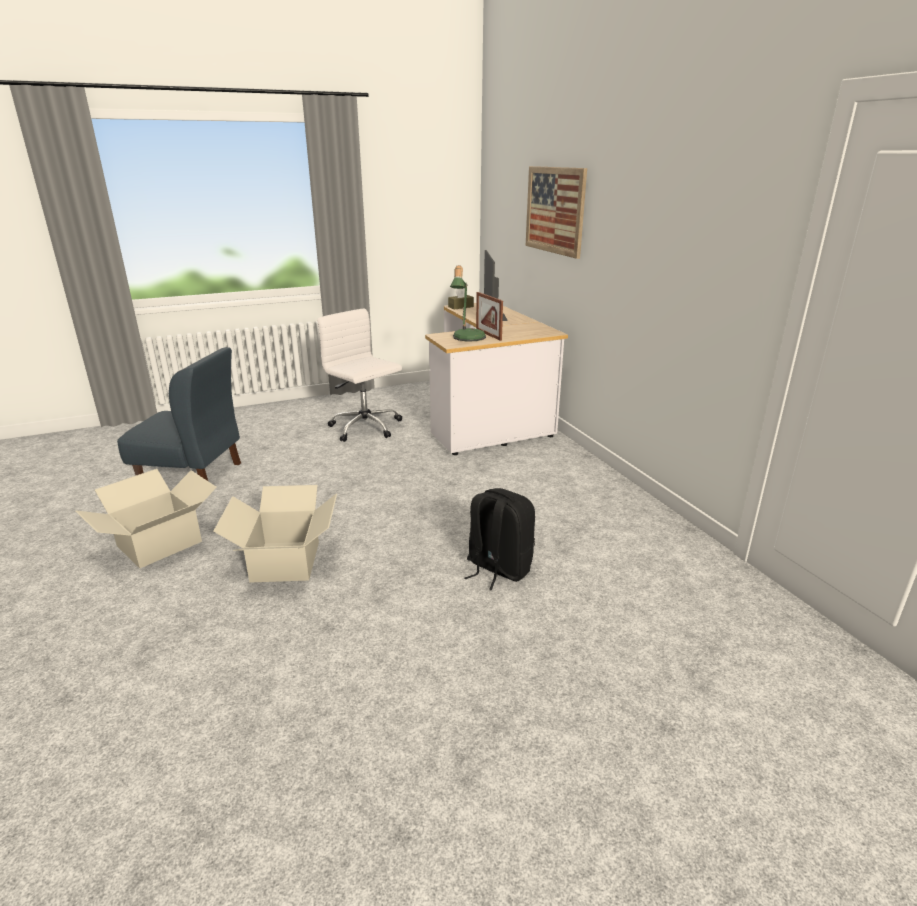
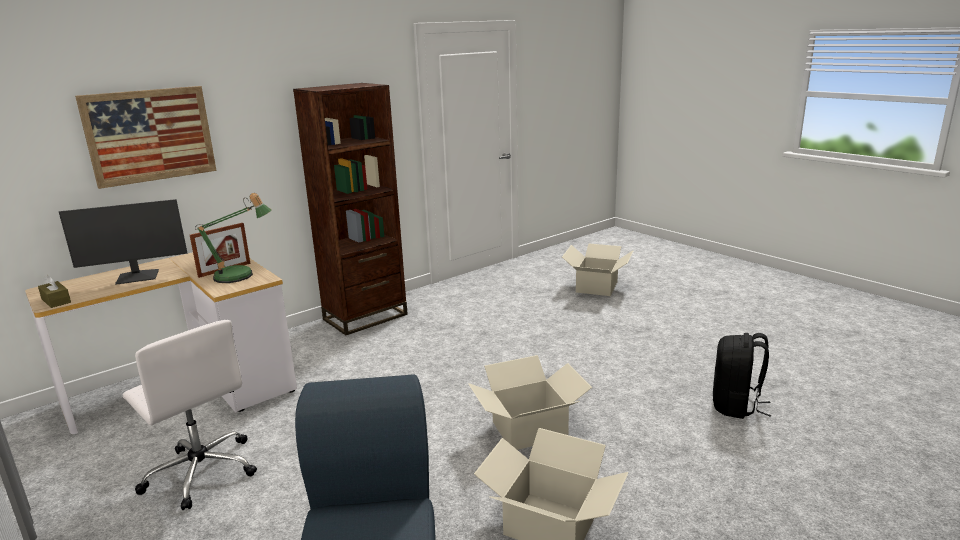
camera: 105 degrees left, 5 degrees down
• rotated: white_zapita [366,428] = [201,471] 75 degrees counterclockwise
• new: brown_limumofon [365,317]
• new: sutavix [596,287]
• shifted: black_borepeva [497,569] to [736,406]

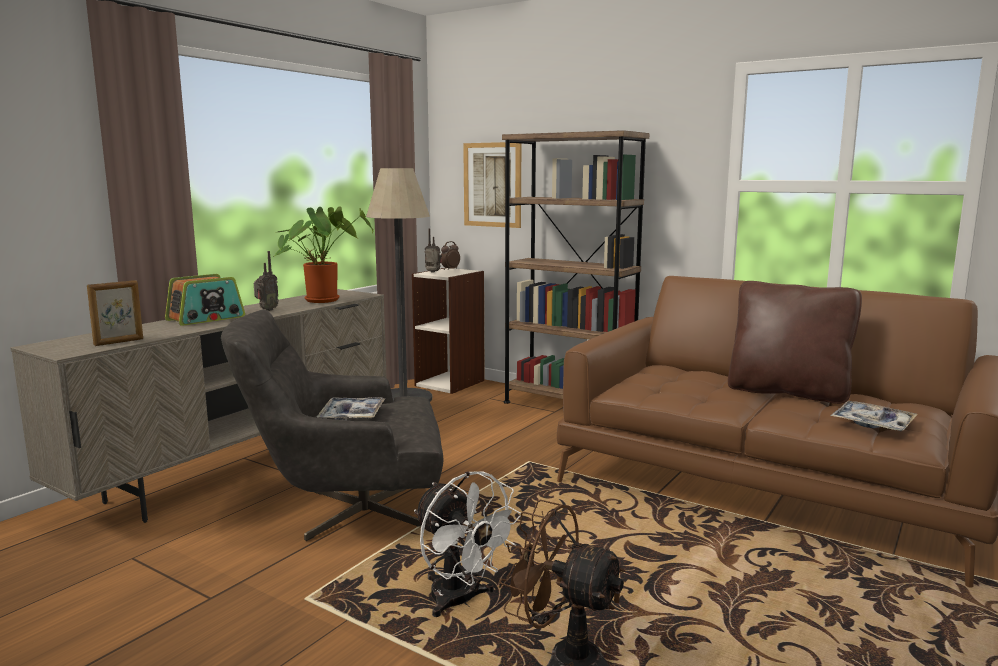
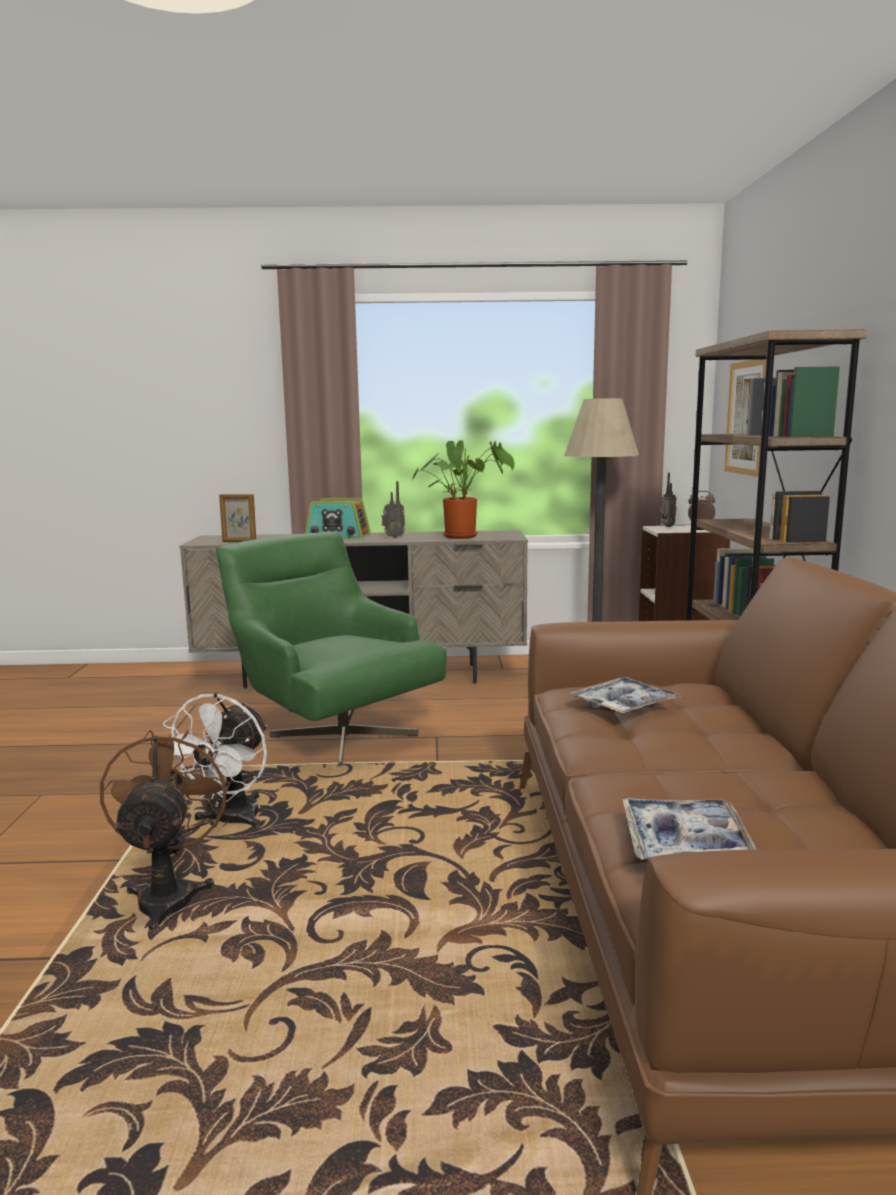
camera: 55 degrees right, 0 degrees up
• repainted: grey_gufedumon [345,512] to green_gufedumon [333,731]
• shifted: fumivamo [352,415] to [623,705]
• gone: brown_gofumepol [787,392]

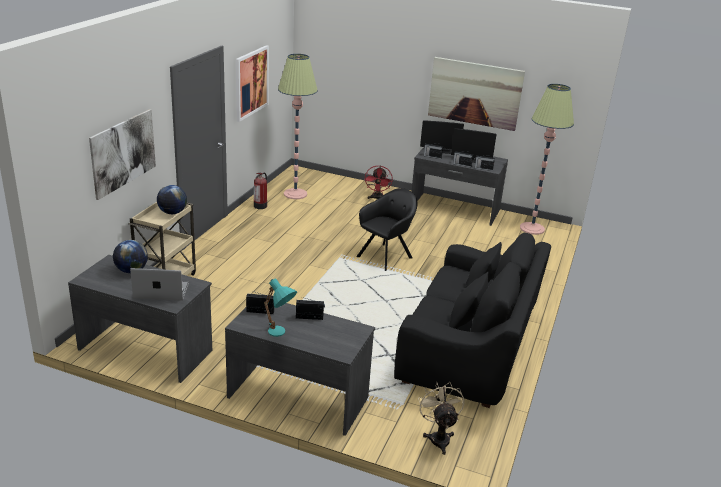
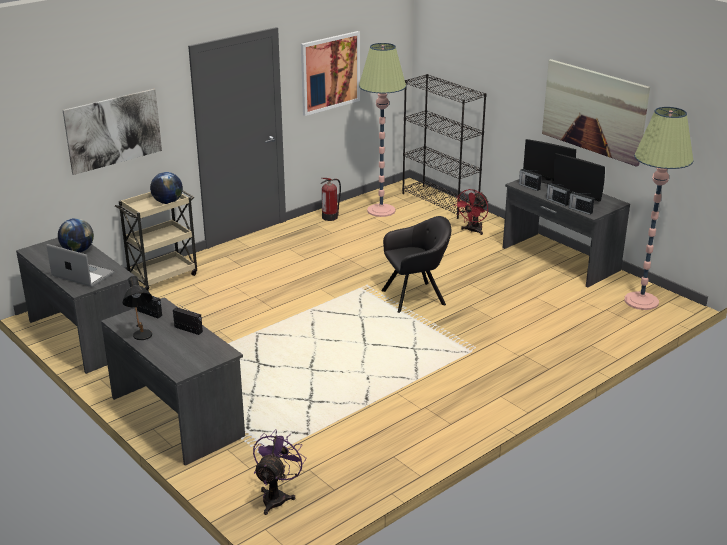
camera: 30 degrees right, 0 degrees up
• repainted: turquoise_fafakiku [280,334] to black_fafakiku [142,339]
• repainted: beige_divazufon [438,437] to purple_divazufon [277,496]
• new: black_limumofon [440,202]
• gone: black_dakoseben [469,348]

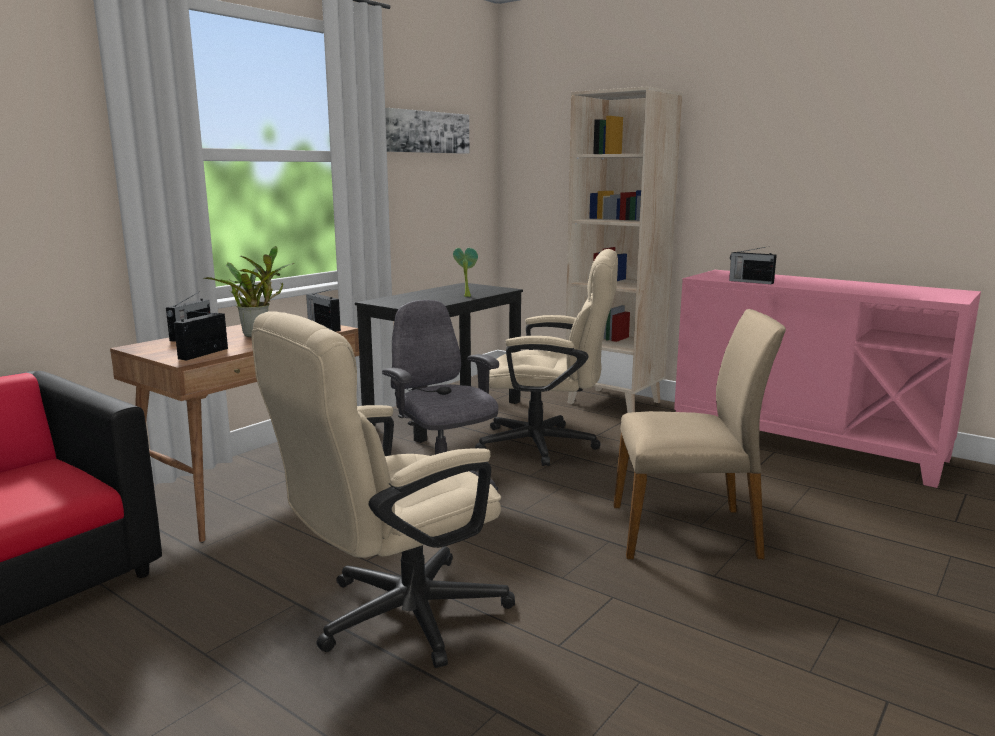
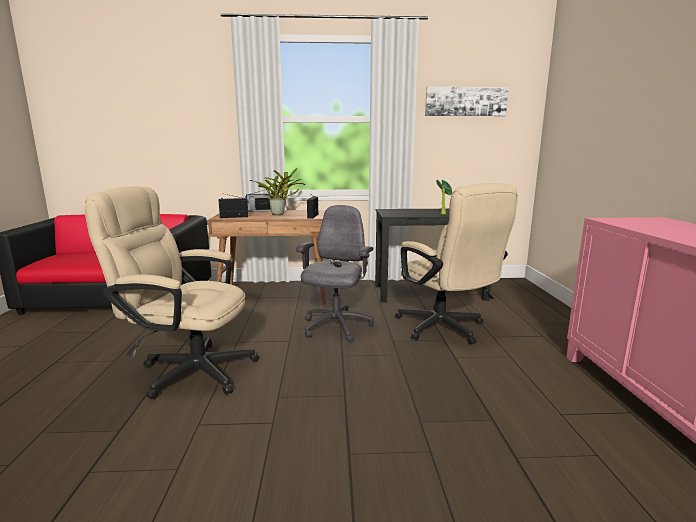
camera: 50 degrees right, 0 degrees up
• gone: beige_limumofon [615,402]
• gone: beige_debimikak [686,531]
• gone: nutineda [750,282]

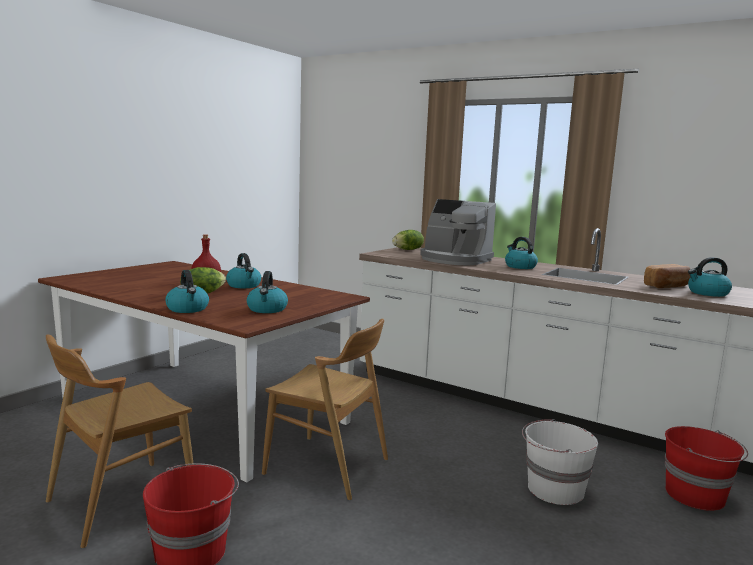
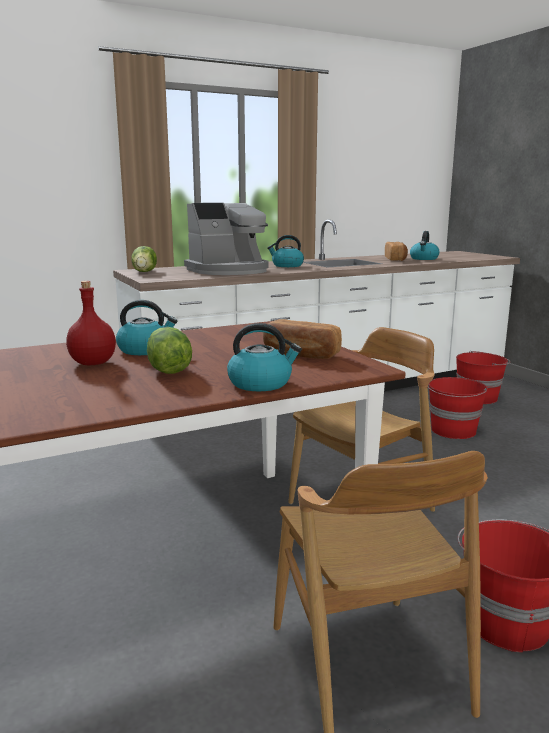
camera: 60 degrees left, 5 degrees up
• swapped: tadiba [267,309] to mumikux [300,354]
• repainted: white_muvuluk [553,490] to red_muvuluk [453,431]

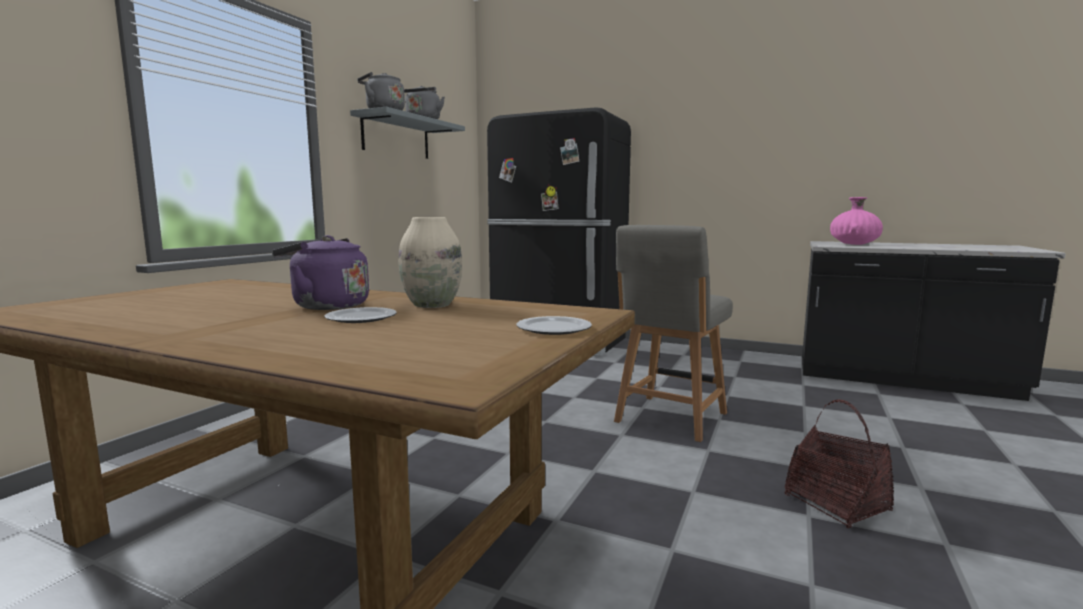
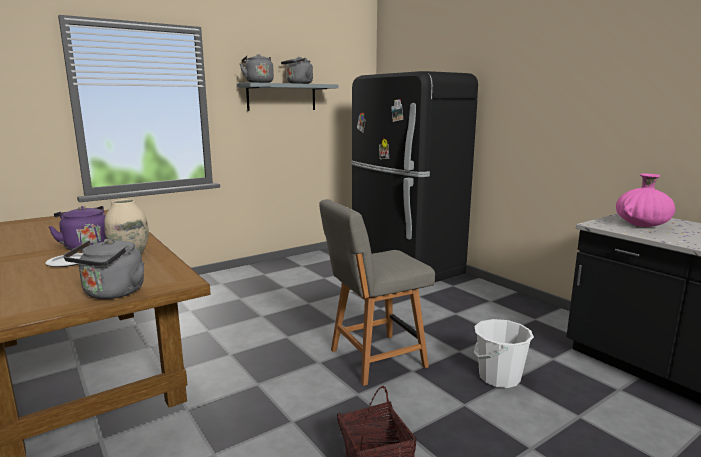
camera: 30 degrees right, 5 degrees up
• swapped: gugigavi [553,329] to grey_tadiba [112,293]
• new: white_muvuluk [499,377]

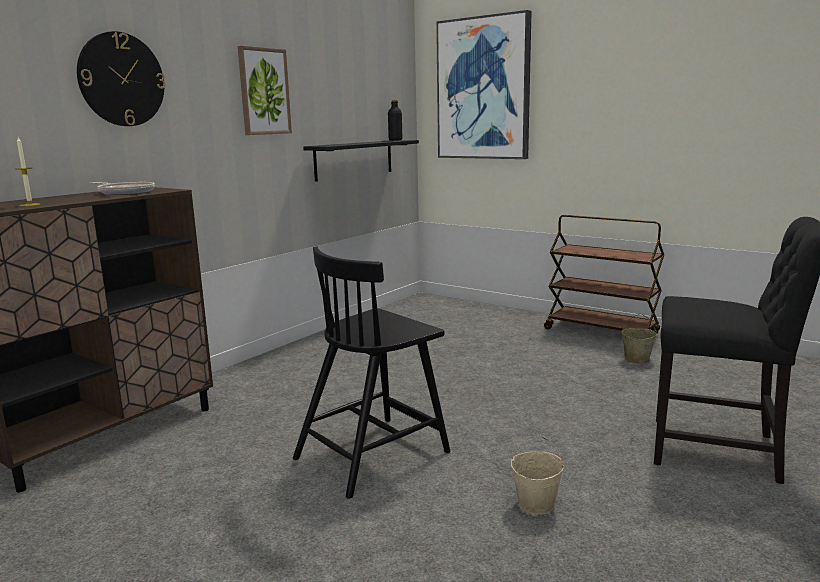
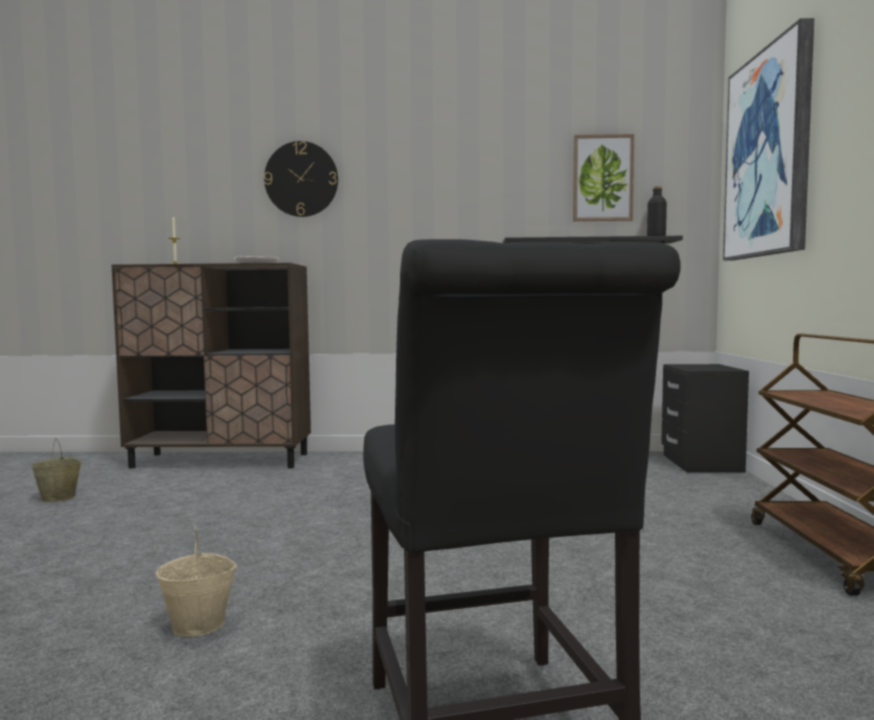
camera: 55 degrees right, 10 degrees down
• shifted: beige_muvuluk [637,359] to [59,498]
• shifted: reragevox [264,91] to [602,178]
• new: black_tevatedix [701,463]
• gone: black_debimikak [374,454]

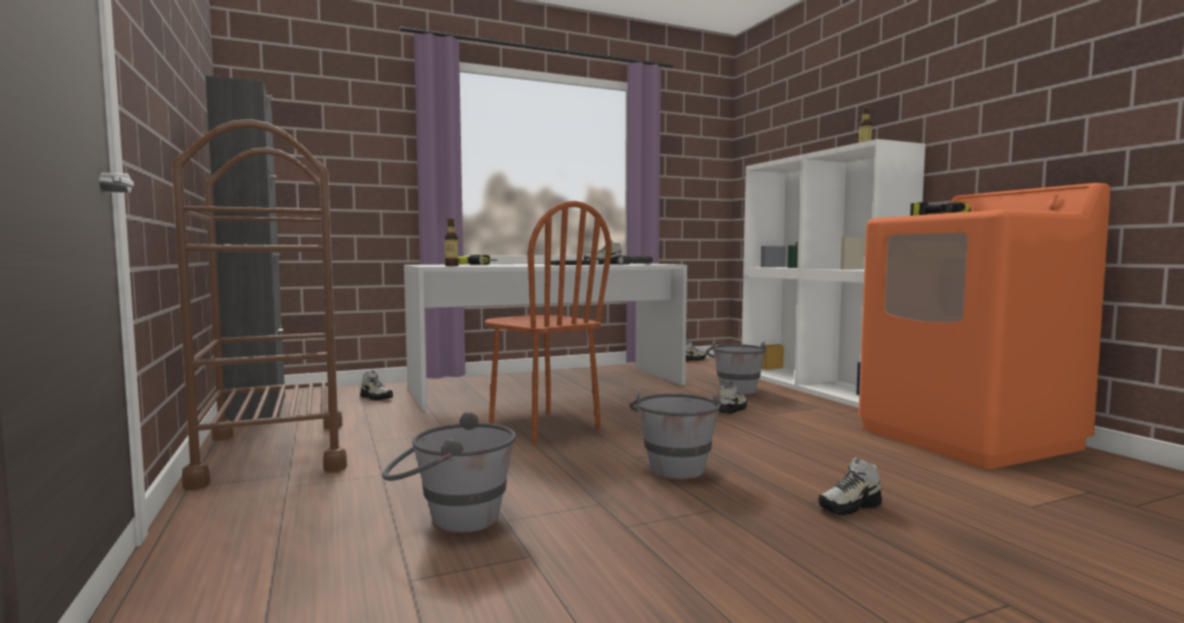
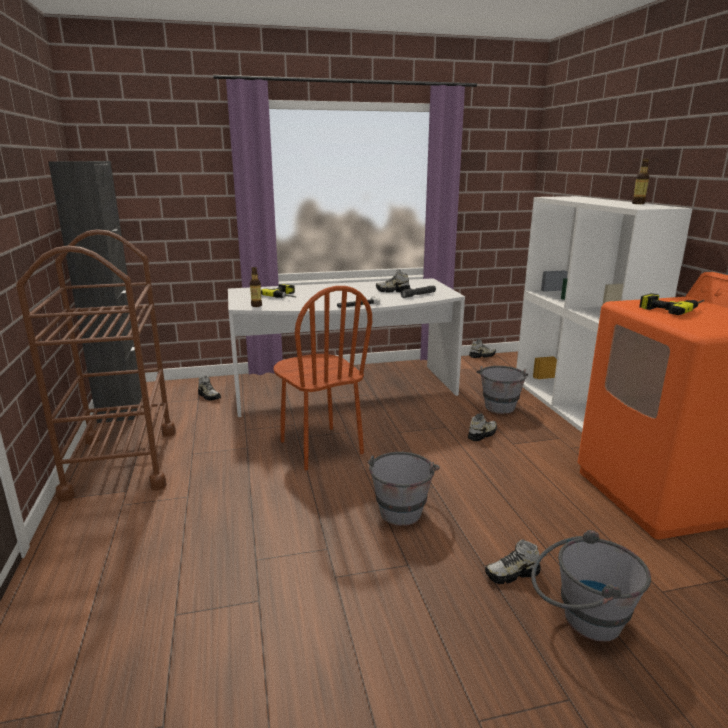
camera: 10 degrees right, 15 degrees up
• shifted: grey_muvuluk [450,519] to [580,619]

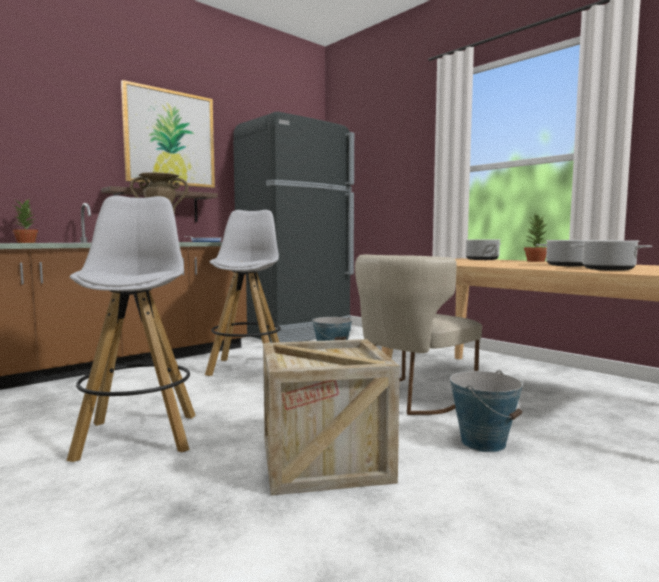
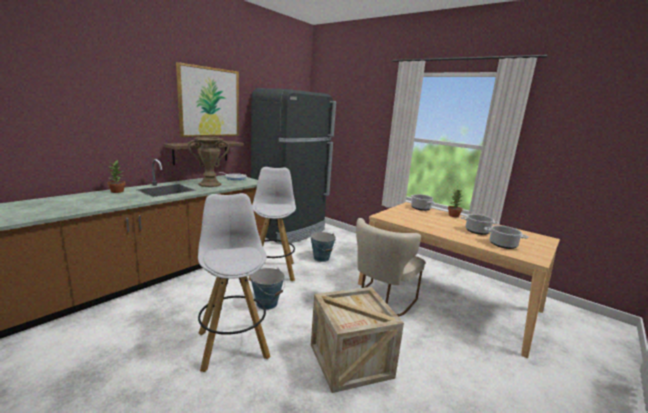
camera: 10 degrees left, 10 degrees up
• shifted: muvuluk [483,442] to [267,303]

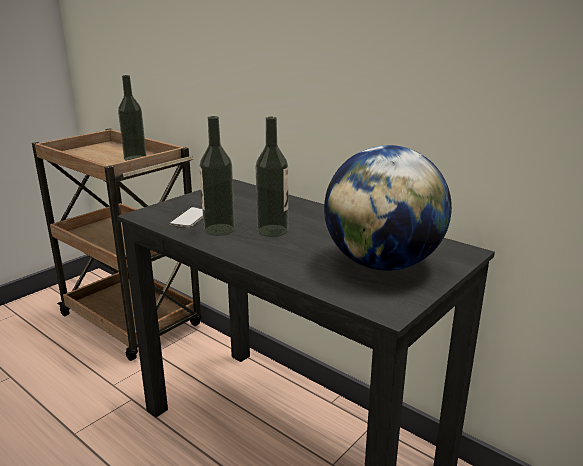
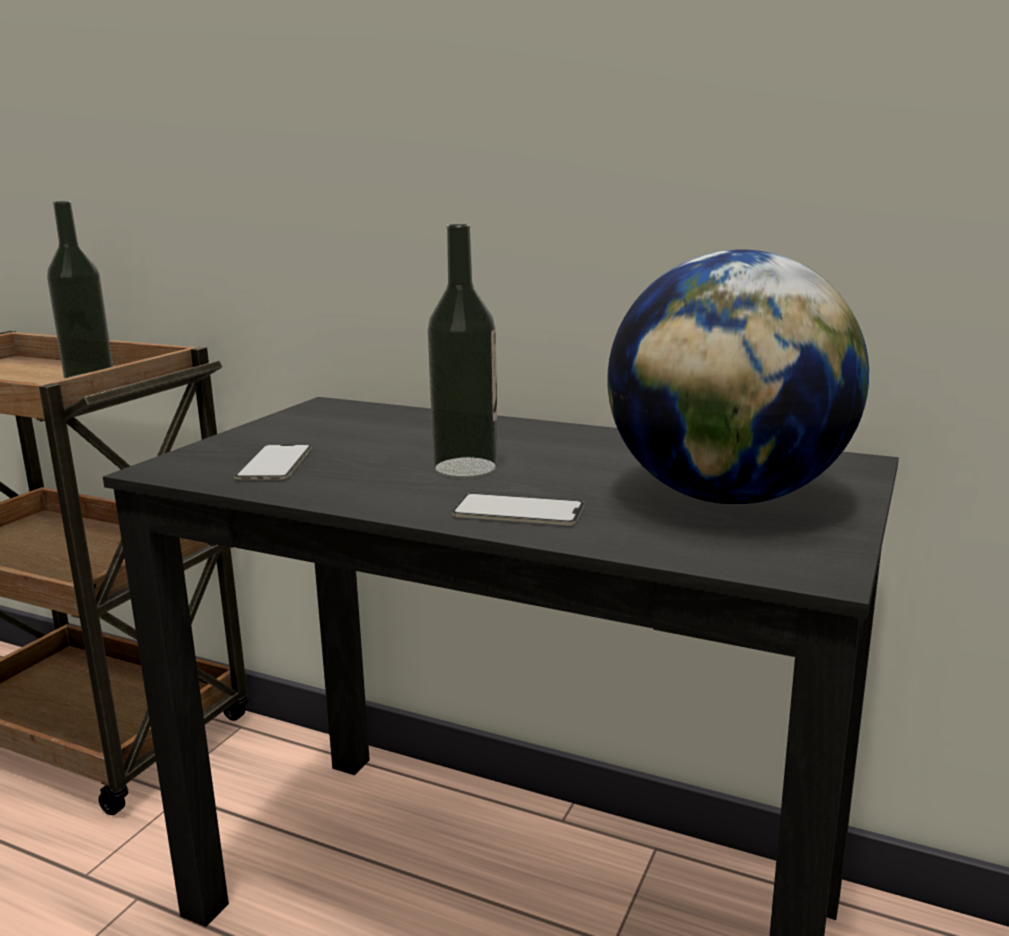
camera: 15 degrees left, 5 degrees down
• new: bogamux [518,511]
• gone: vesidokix [219,229]

